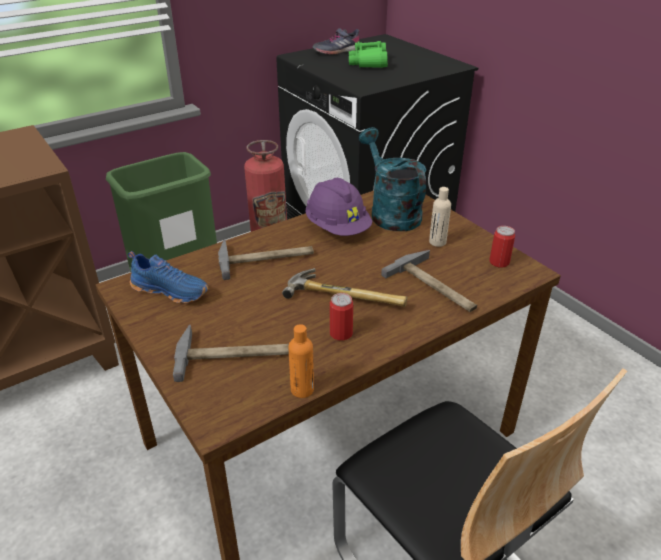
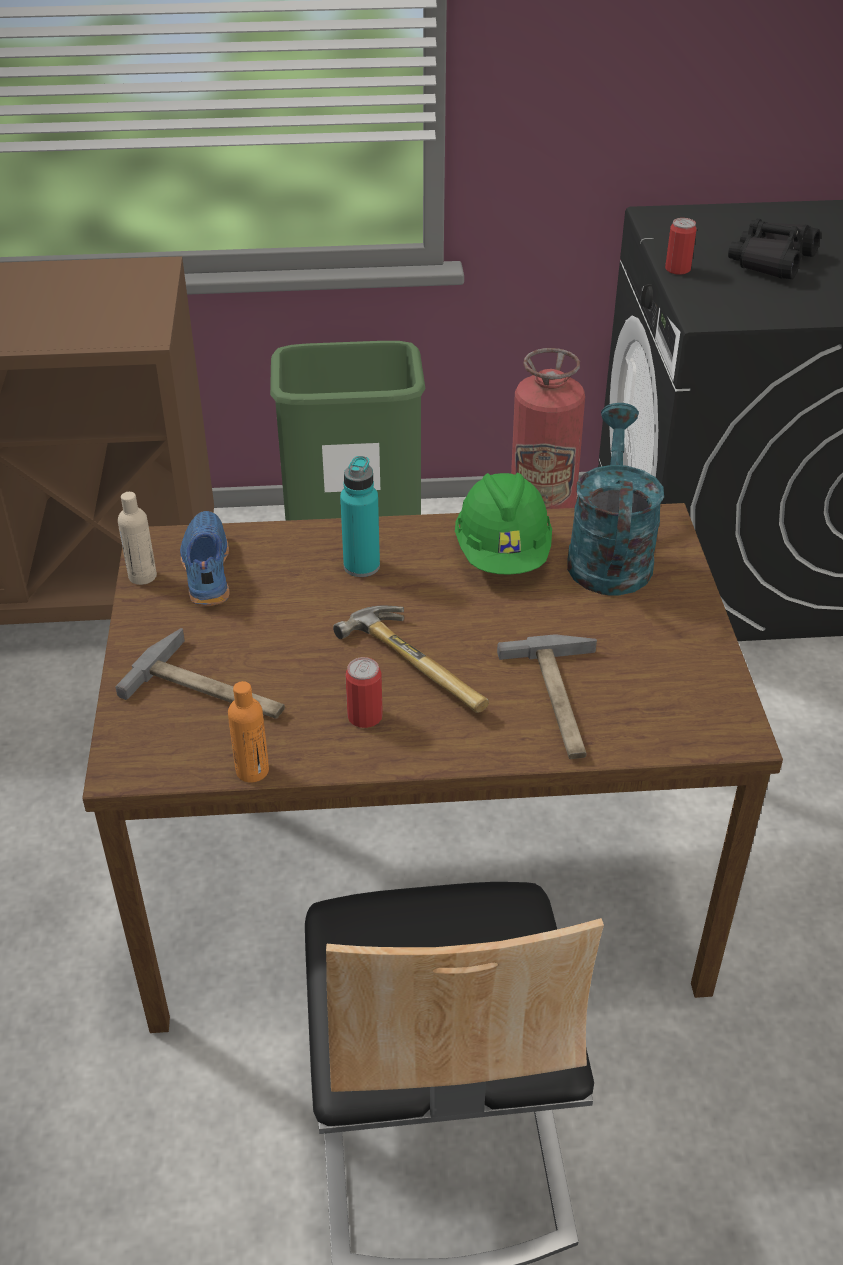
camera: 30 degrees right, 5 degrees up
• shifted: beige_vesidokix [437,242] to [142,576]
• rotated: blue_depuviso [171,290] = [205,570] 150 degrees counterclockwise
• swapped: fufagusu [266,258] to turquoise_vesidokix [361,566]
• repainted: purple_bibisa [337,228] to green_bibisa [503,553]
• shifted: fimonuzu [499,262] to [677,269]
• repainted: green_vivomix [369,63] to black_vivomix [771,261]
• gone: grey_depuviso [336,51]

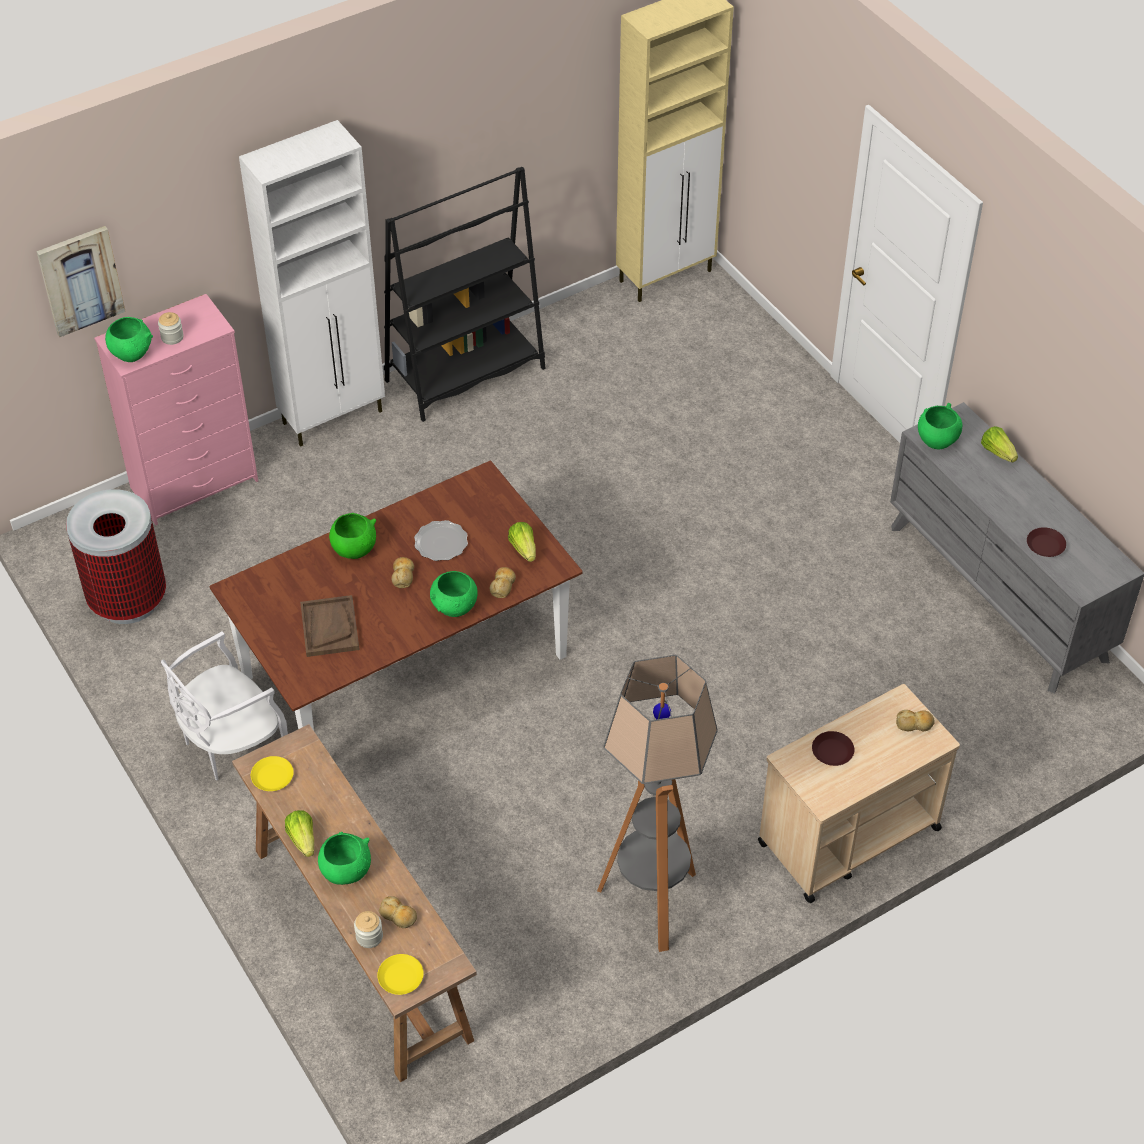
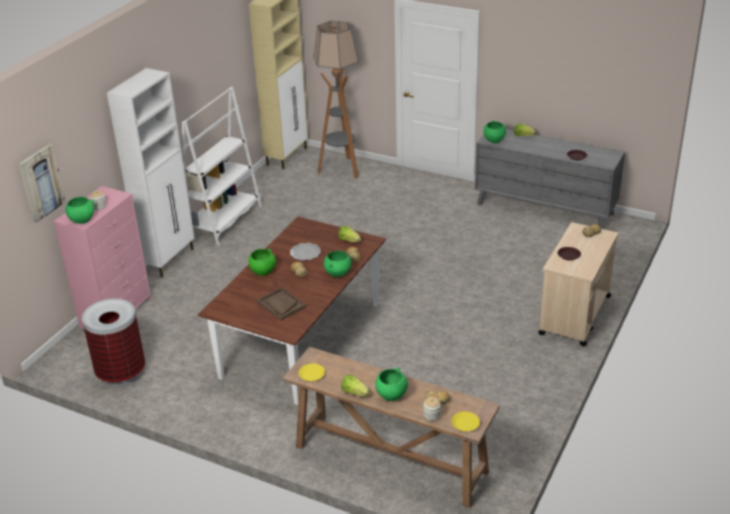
camera: 30 degrees left, 15 degrees down
• repainted: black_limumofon [465,375] to white_limumofon [223,221]
• shifted: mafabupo [651,902] to [341,169]
• gone: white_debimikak [231,743]

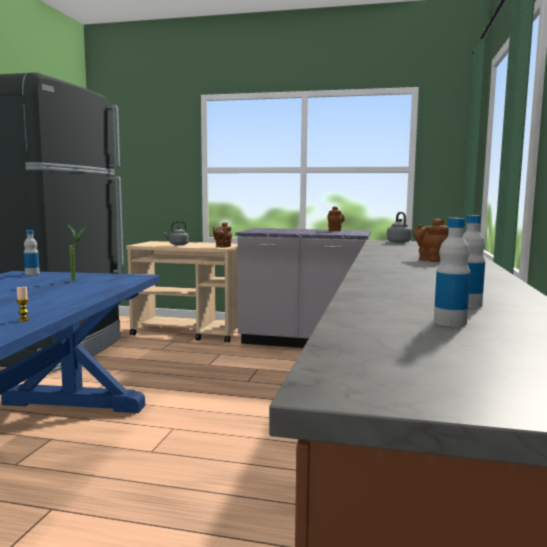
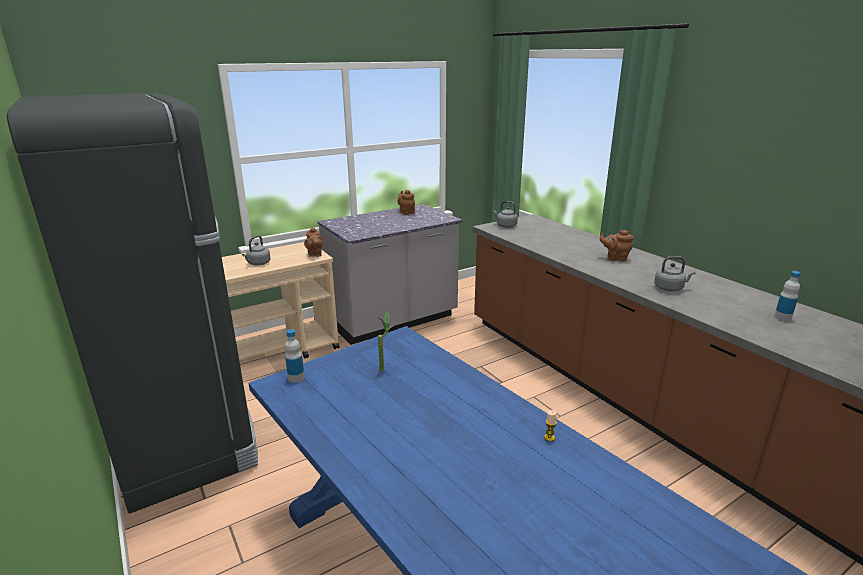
camera: 45 degrees left, 15 degrees up
• new: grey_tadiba [670,288]
• gone: vesidokix [450,322]

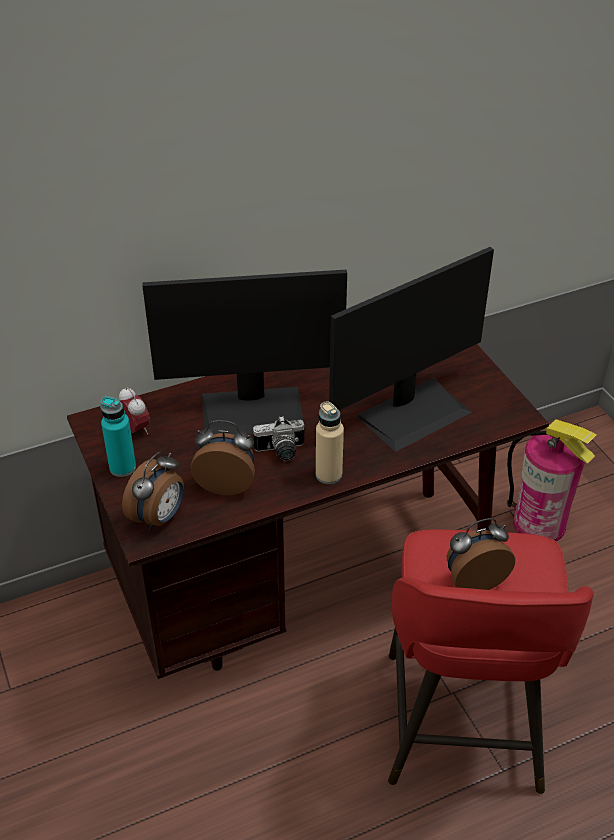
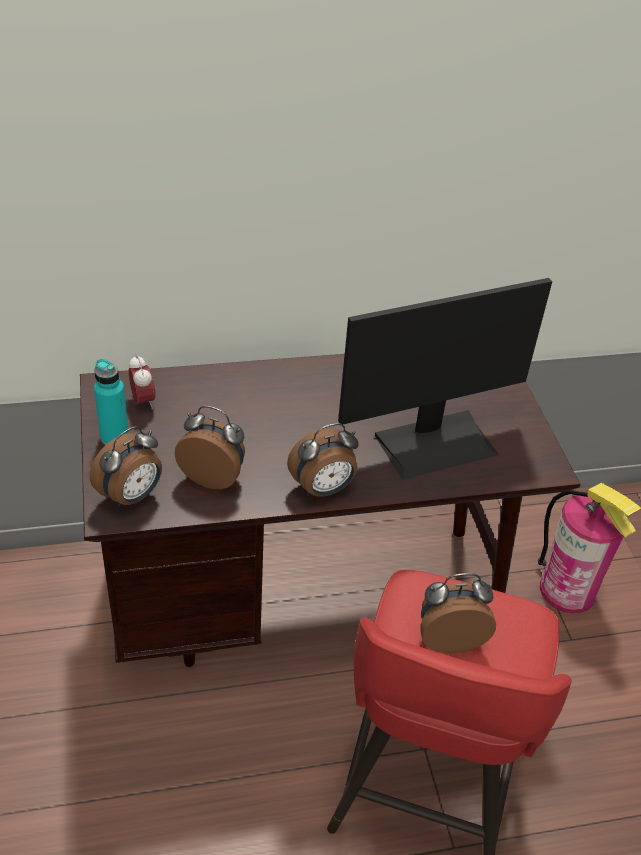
camera: 10 degrees right, 0 degrees up
• swapped: beige_vesidokix [328,475] to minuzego [323,489]
• gone: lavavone [253,410]
• gone: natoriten [280,452]

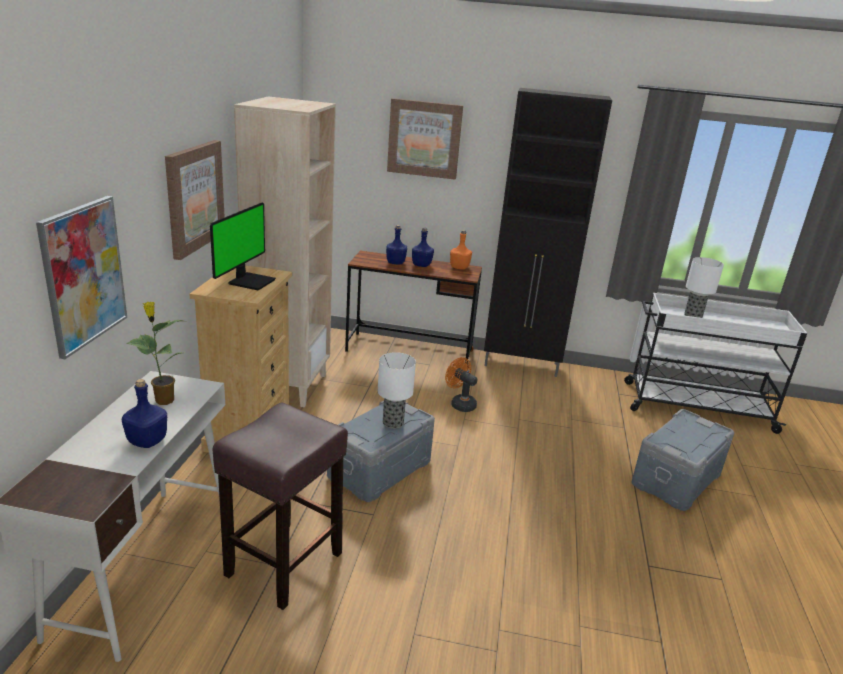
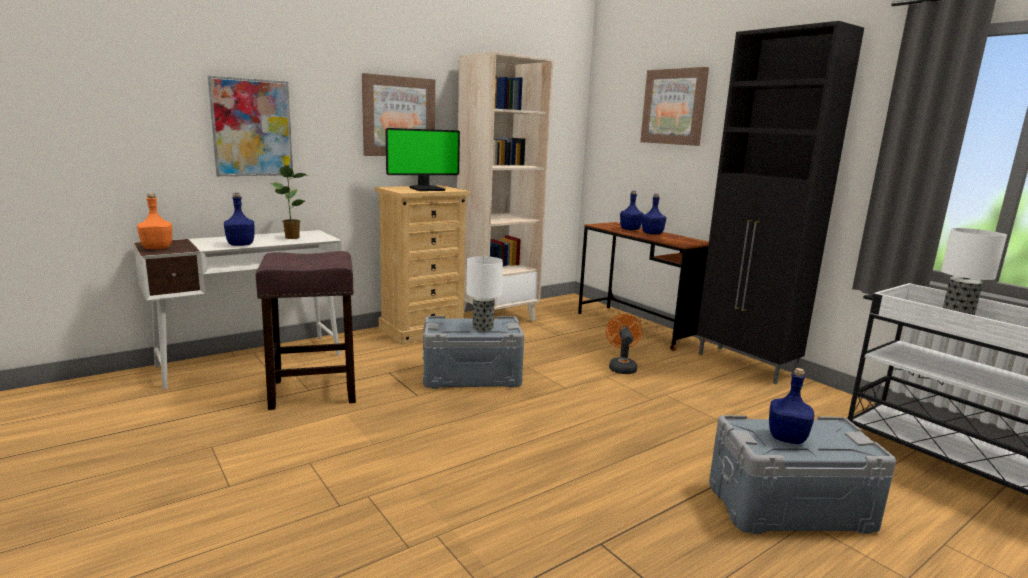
camera: 45 degrees right, 10 degrees down
• shifted: orange_vesidokix [459,267] to [156,248]
• new: blue_vesidokix [787,438]

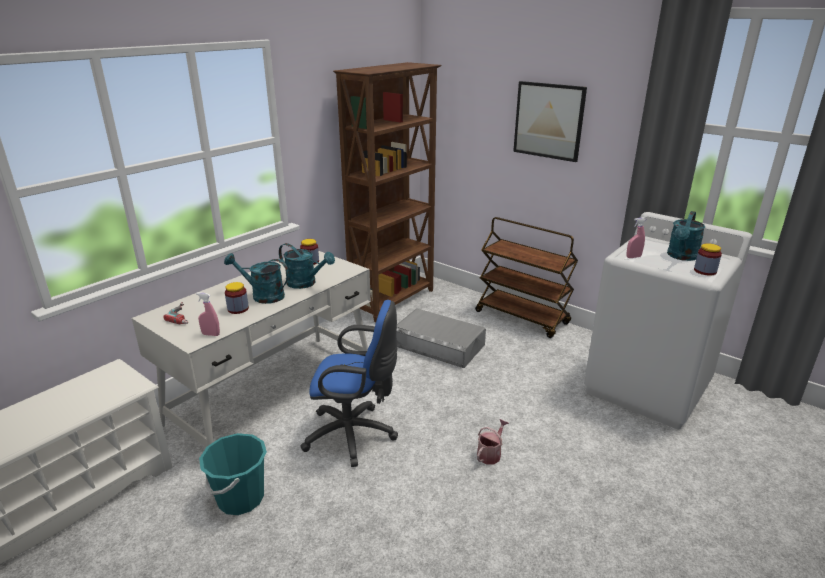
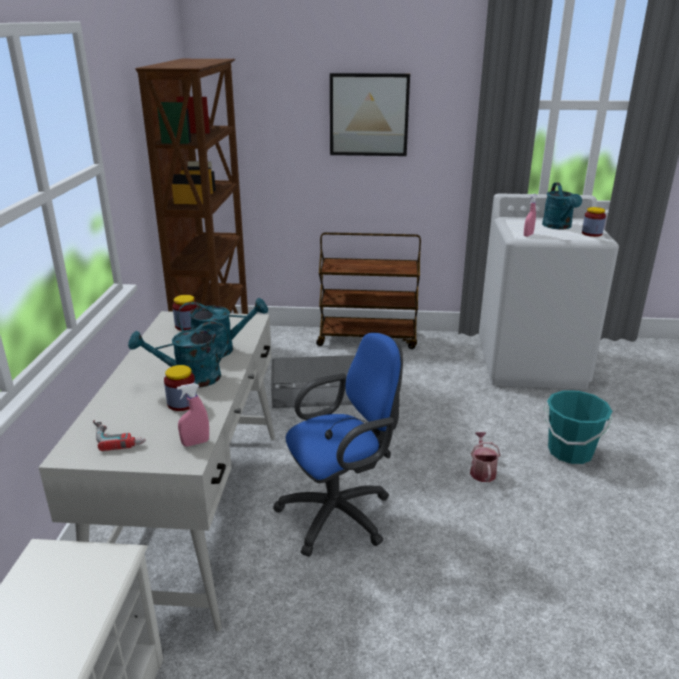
camera: 35 degrees left, 0 degrees up
• shifted: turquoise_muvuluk [240,498] to [570,452]

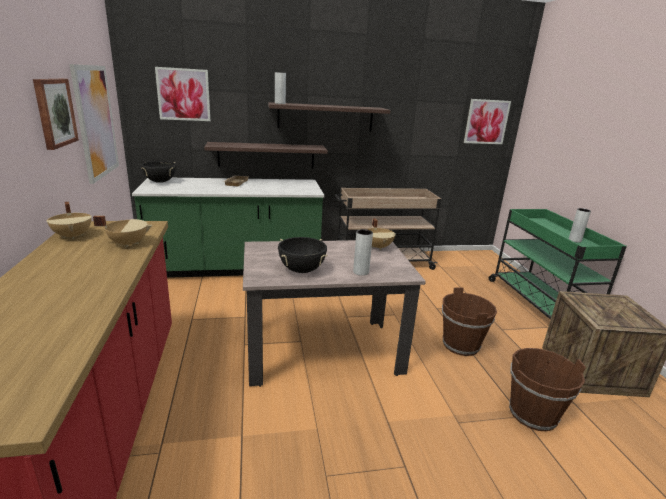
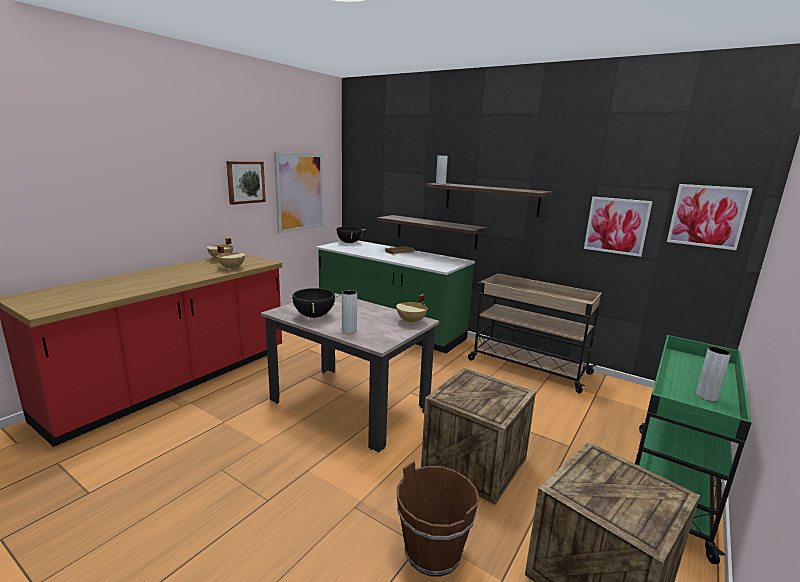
camera: 45 degrees right, 5 degrees down
• swapped: brown_muvuluk [461,345] to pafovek [474,463]
• shifted: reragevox [183,94] to [616,226]

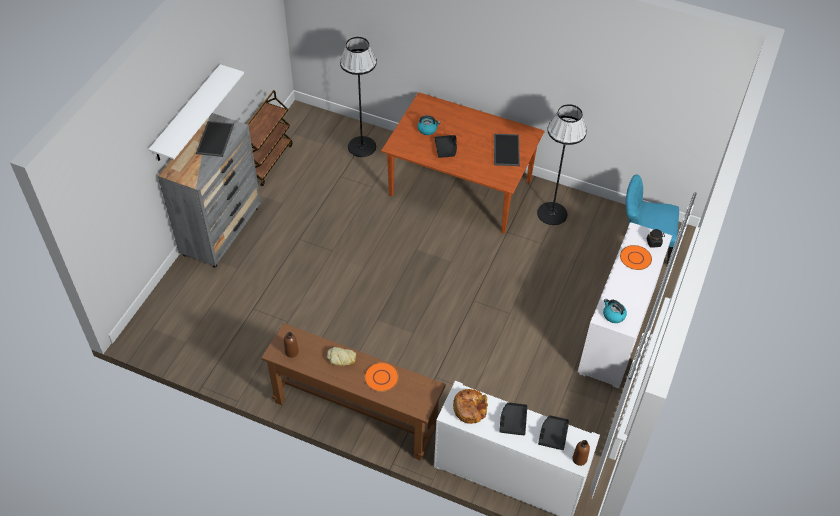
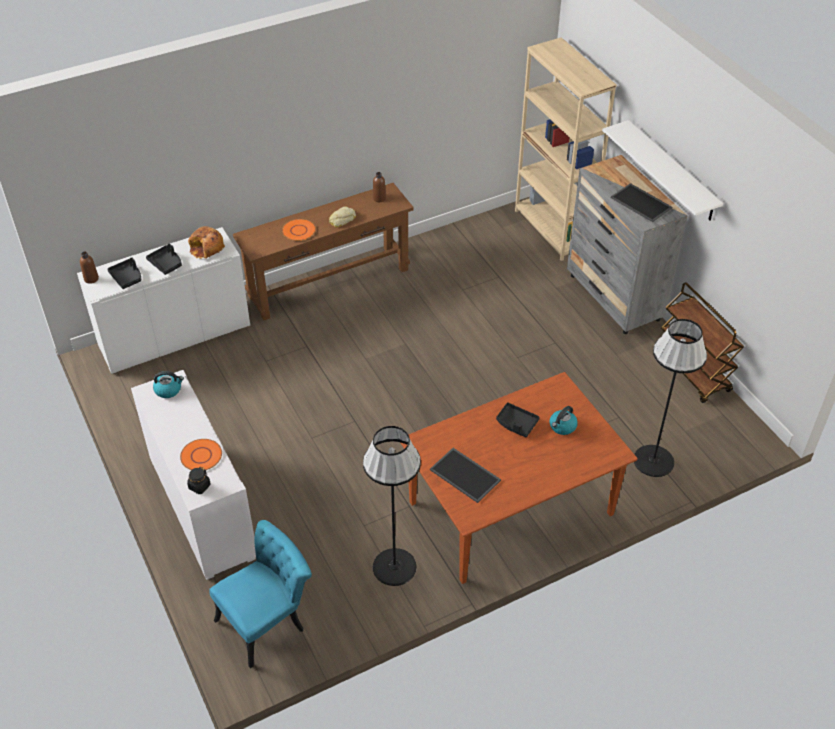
camera: 130 degrees right, 5 degrees down
• new: beige_limumofon [552,230]

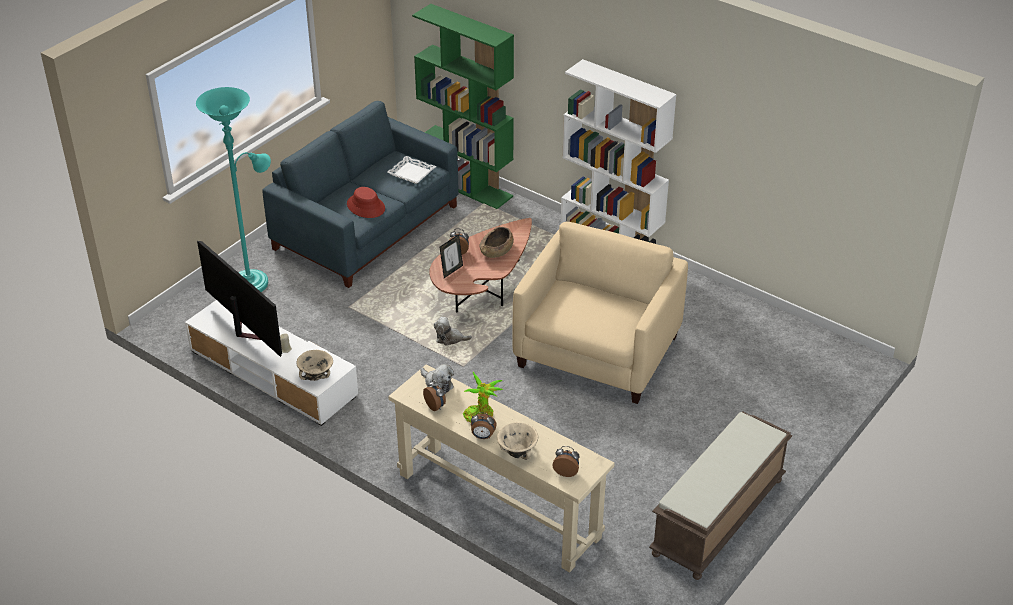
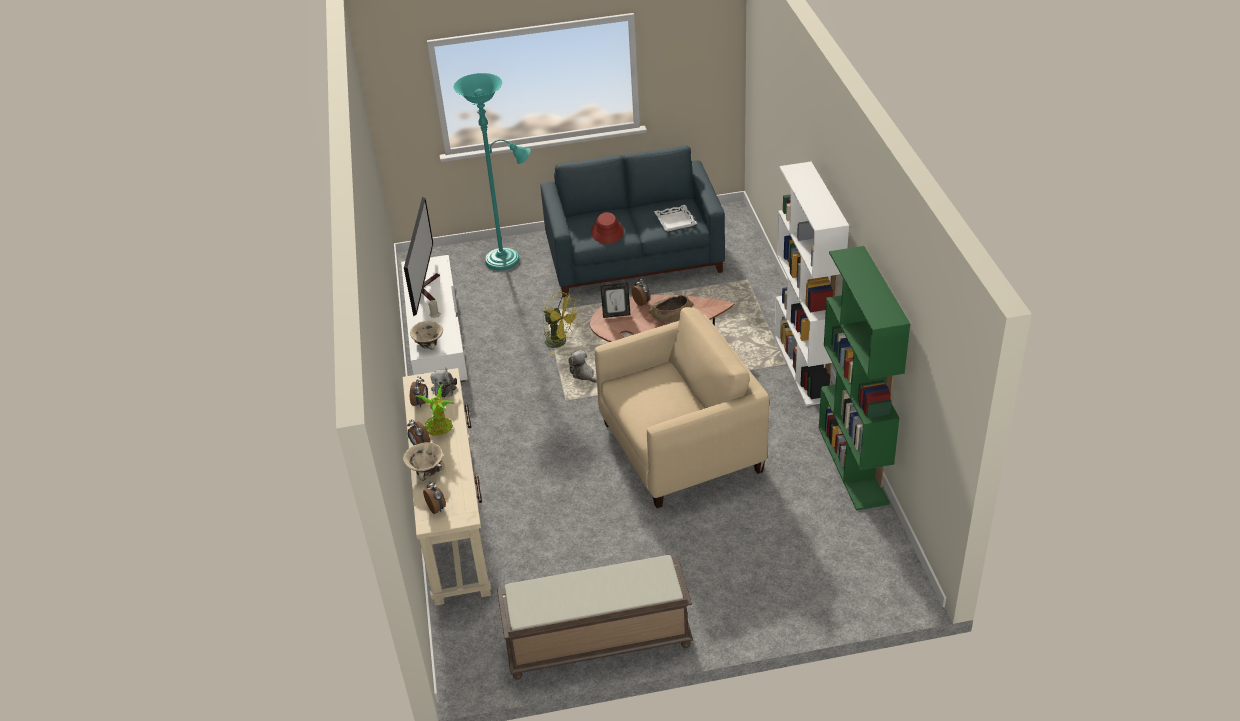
camera: 45 degrees right, 0 degrees up
• new: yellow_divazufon [560,342]
• shifted: green_limumofon [466,185] to [853,465]

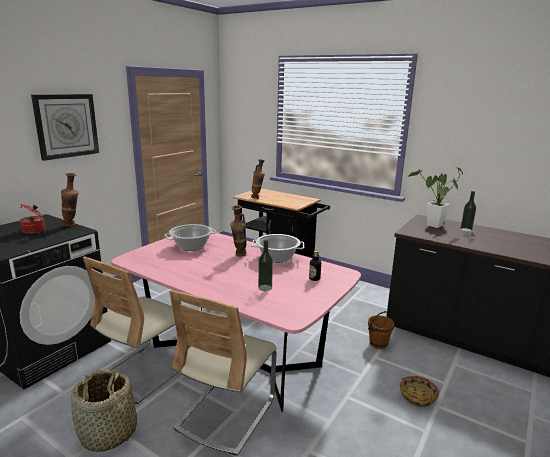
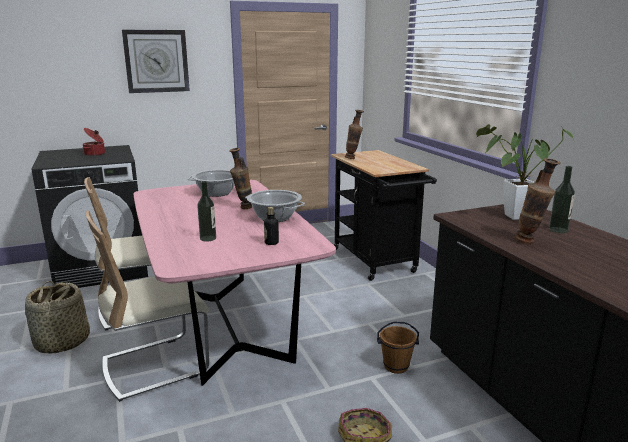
camera: 35 degrees right, 0 degrees up
• shifted: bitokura [73,225] to [530,242]

